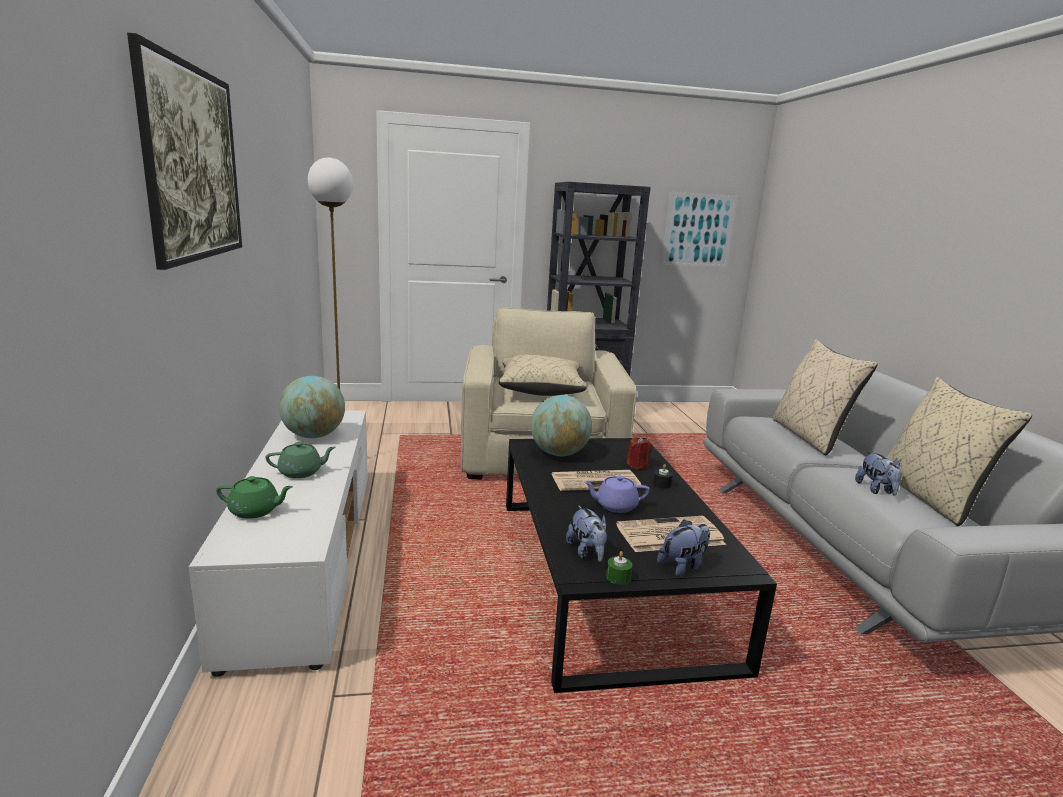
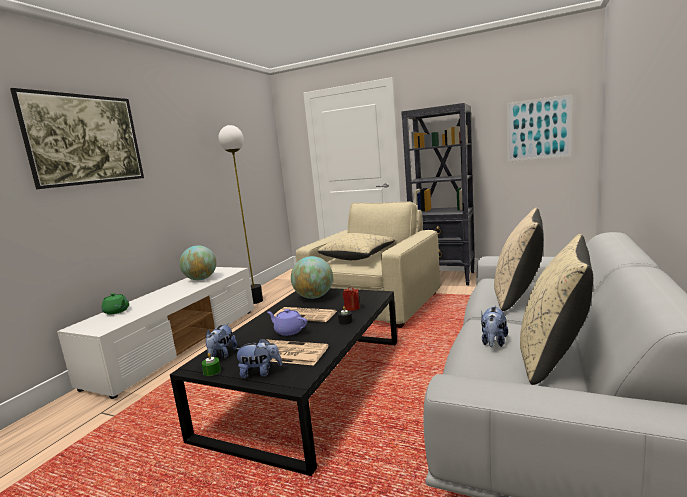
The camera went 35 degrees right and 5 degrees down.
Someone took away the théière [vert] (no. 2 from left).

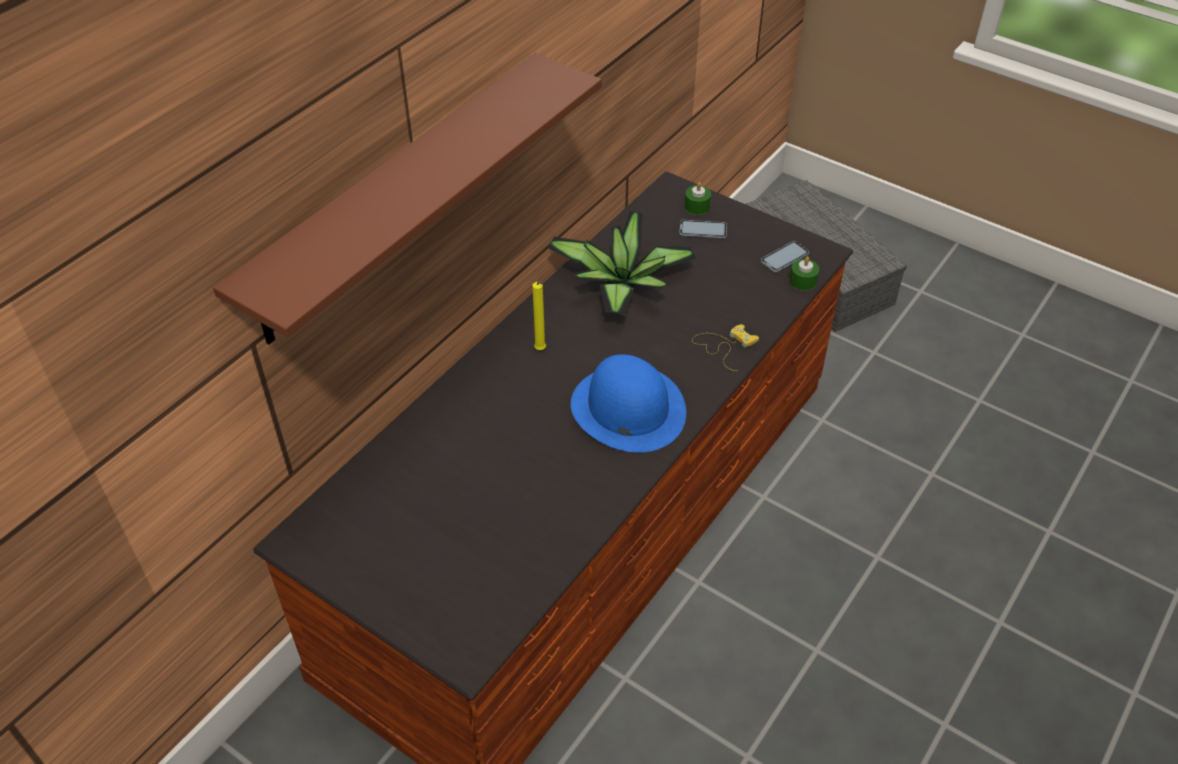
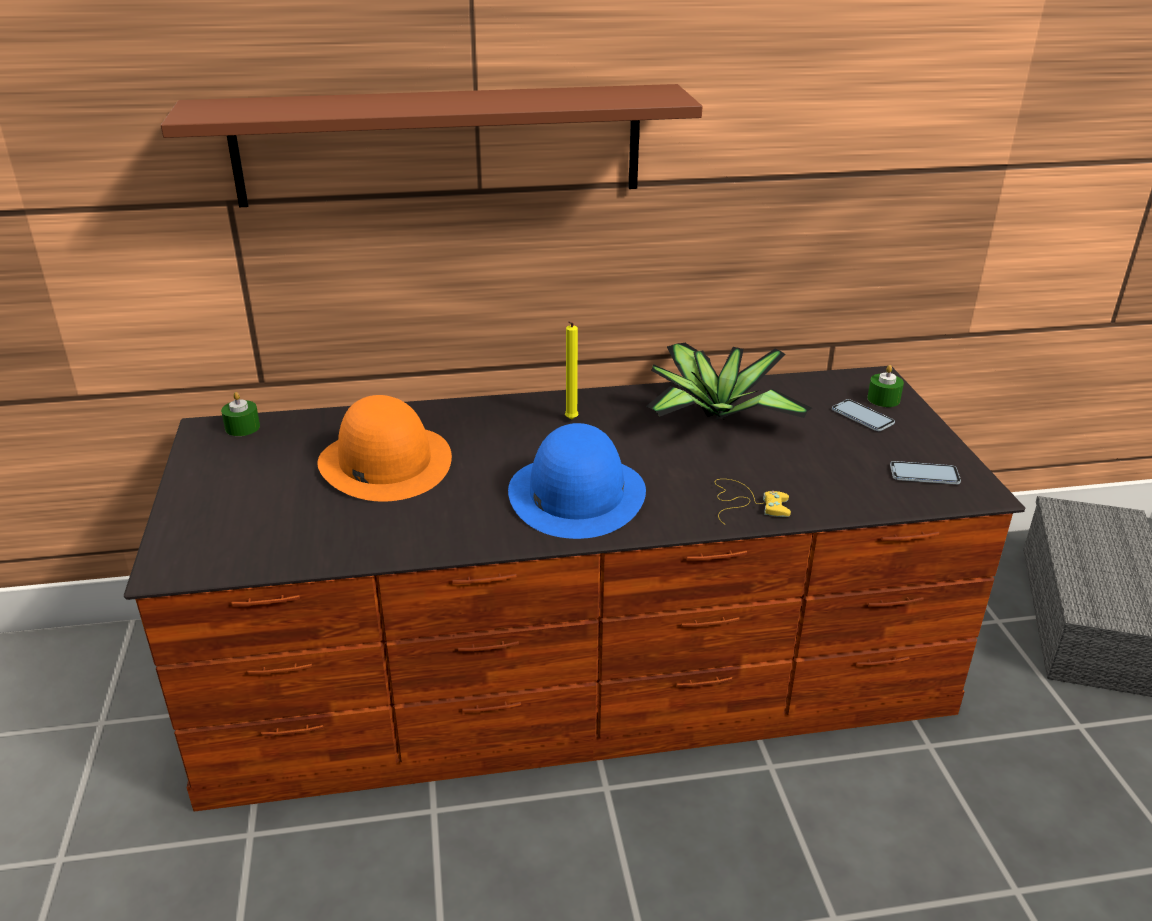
The camera went 45 degrees right and 15 degrees down.
Someone carried the bougie [vert] (no. 2 from left in the first image).
Someone put down the chapeau [orange].

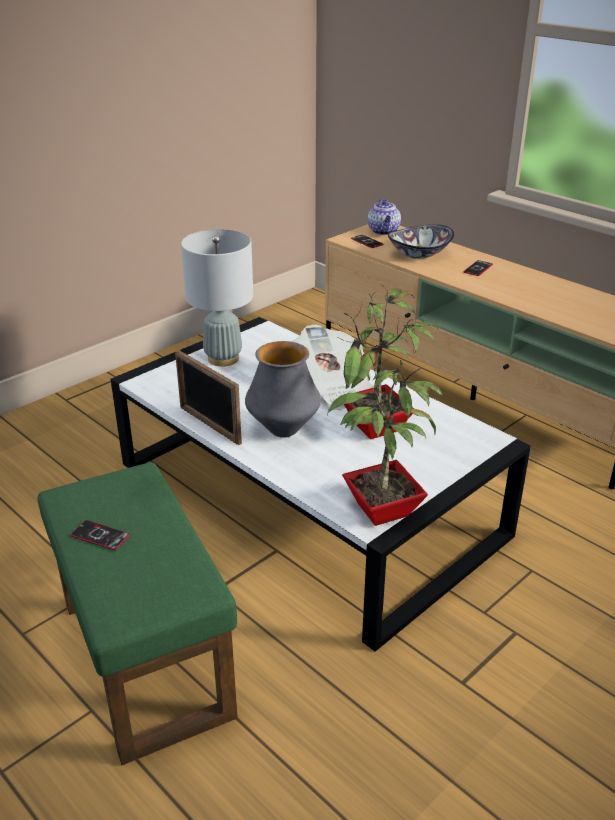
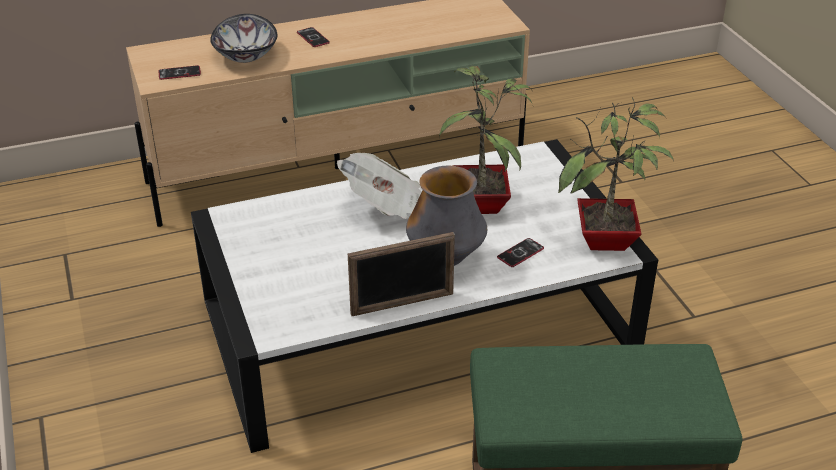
The camera went 65 degrees left and 5 degrees up.
Someone took away the théière.
Someone took away the lampe de table [gris].
Someone carried the téléphone (no. 1 from left in the first image).

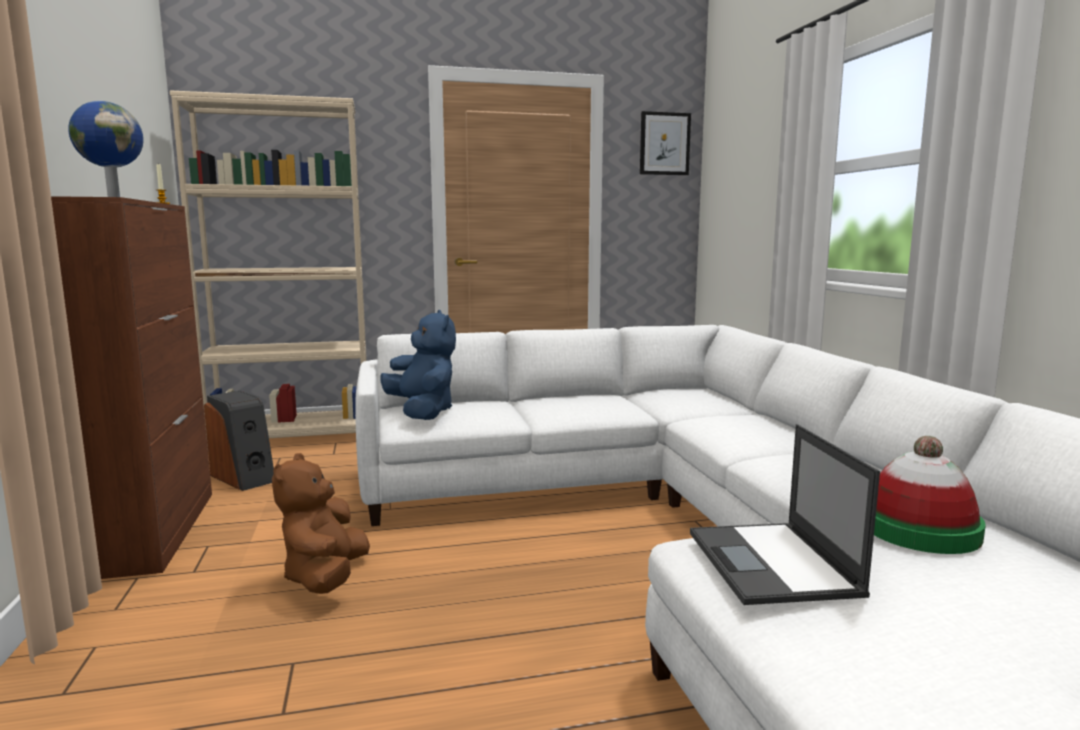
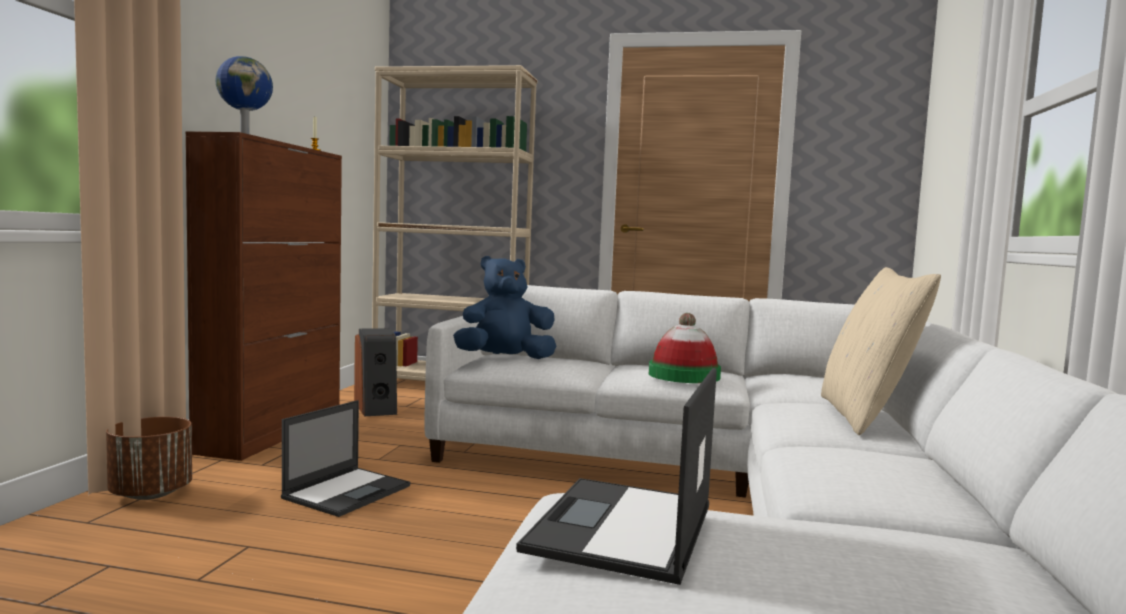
The camera went 25 degrees right and 5 degrees down.
Someone took away the tableau.
Someone rotated the peluche [bleu] by 105 degrees counterclockwise.
Someone carried the chapeau.
Someone swapped the peluche [marron] for the ordinateur portable (no. 1 from left).
Someone put down the coussin [beige].
Someone put down the cache-pot [marron].

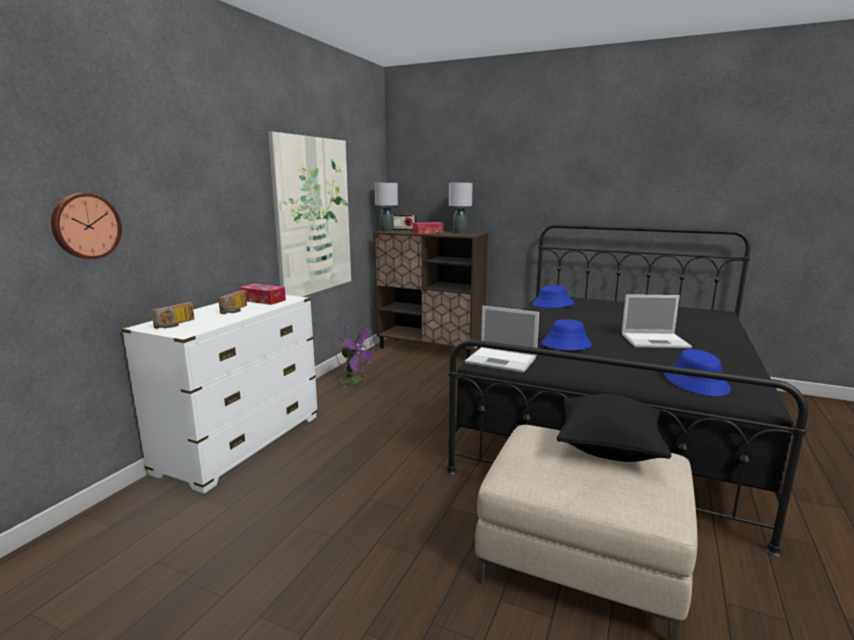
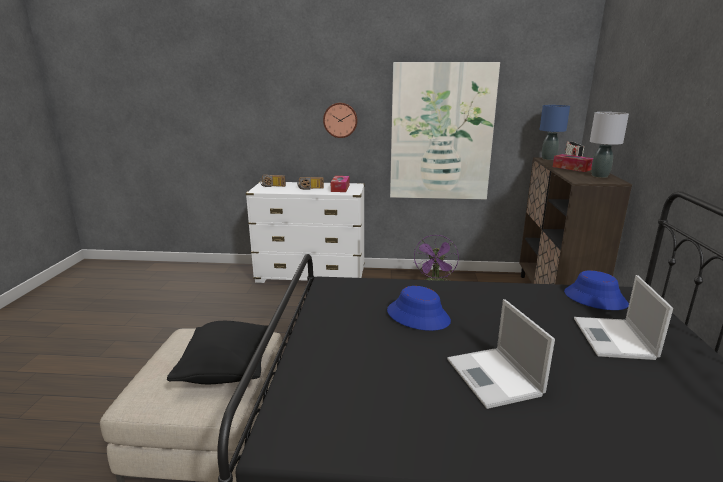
The camera went 70 degrees right and 5 degrees up.
Someone repainted the lampe de table [gris] (no. 1 from left), which became the lampe de table [bleu].
Someone carried the horloge murale.
Someone carried the ordinateur portable (no. 1 from left in the first image).
Someone took away the chapeau [bleu] (no. 3 from left).

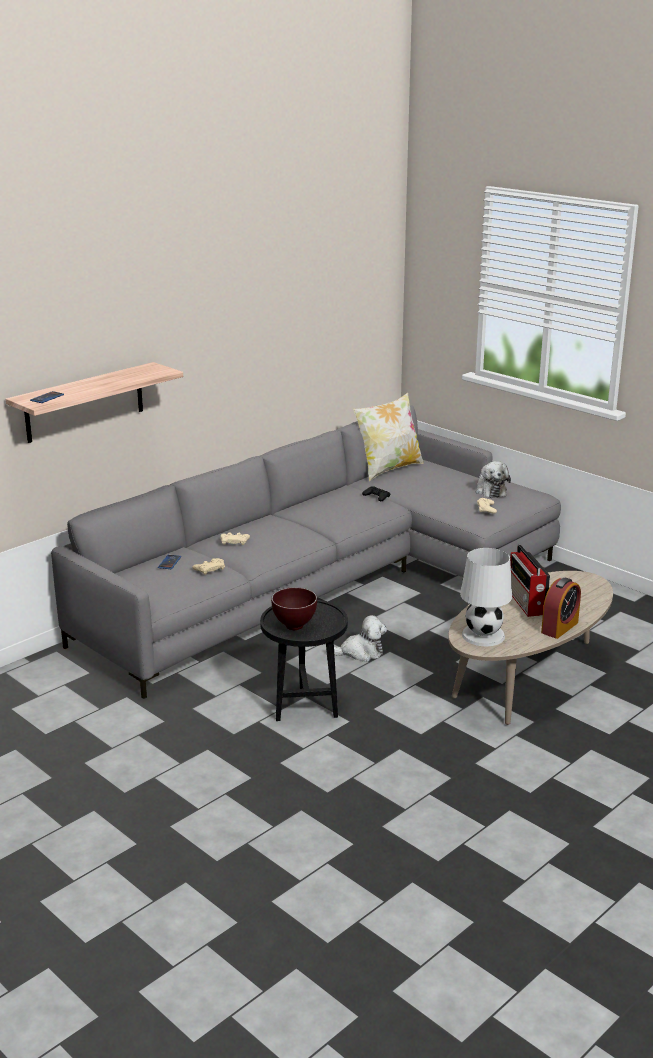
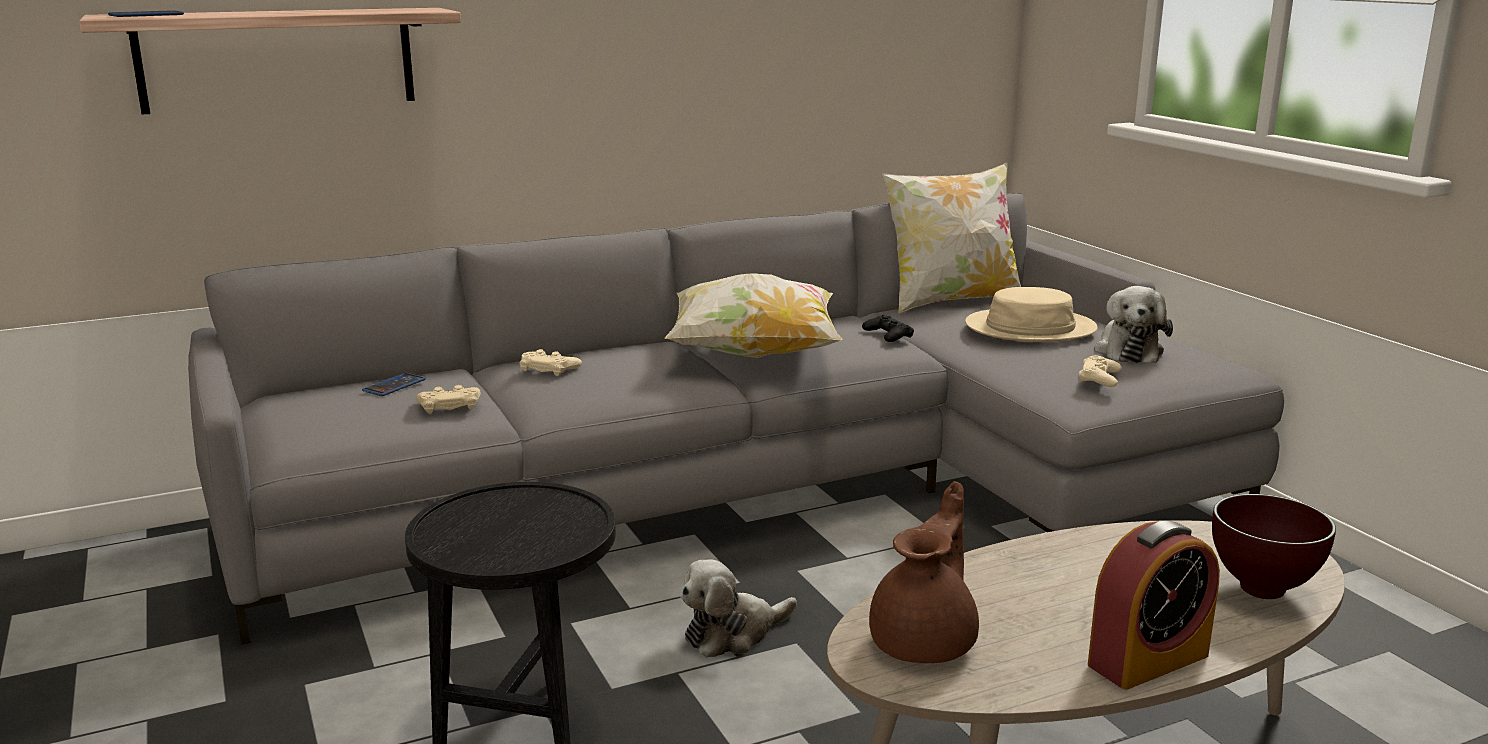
The camera went 20 degrees right and 5 degrees down.
Someone took away the radio.
Someone swapped the lampe de table [blanc] for the théière [marron].
Someone carried the bol [marron].
Someone rotated the peluche (no. 1 from left) by 135 degrees clockwise.
Someone put down the coussin (no. 1 from left).
Someone put down the chapeau [beige].

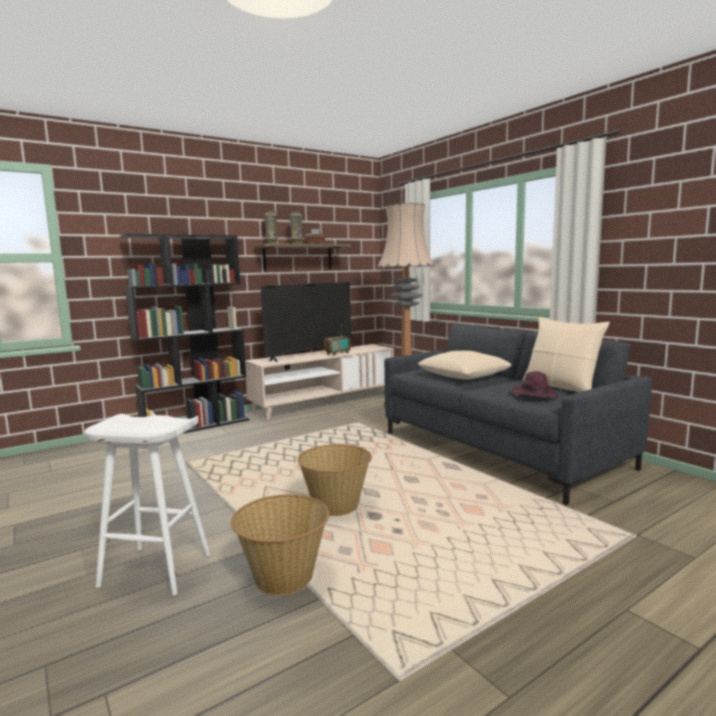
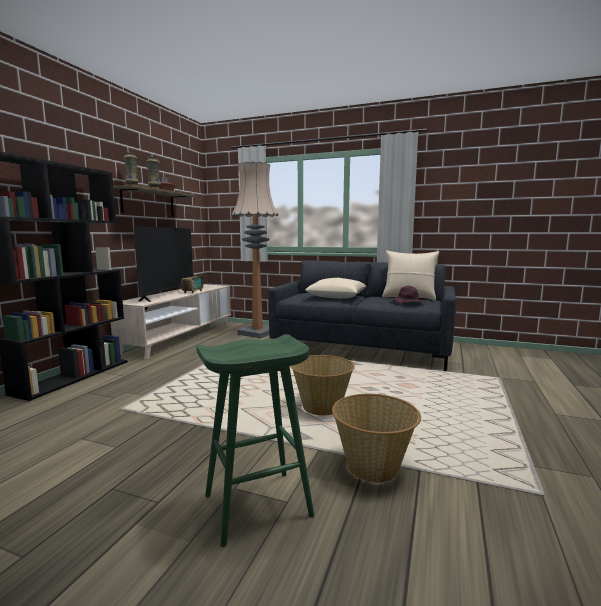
The camera went 35 degrees left and 0 degrees up.
Someone repainted the tabouret [blanc], which became the tabouret [vert].

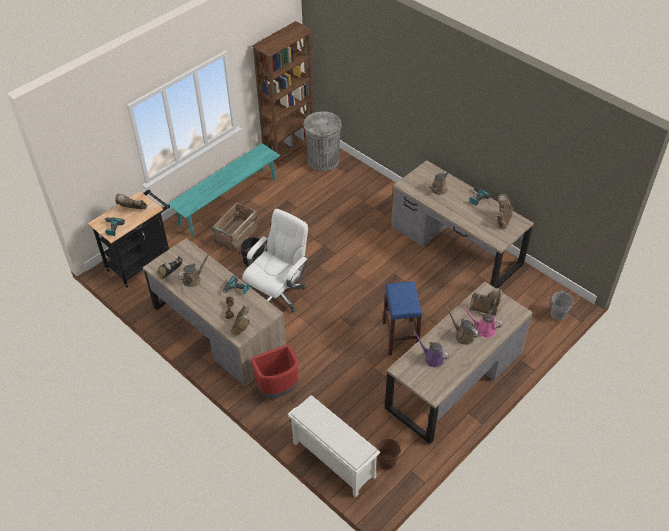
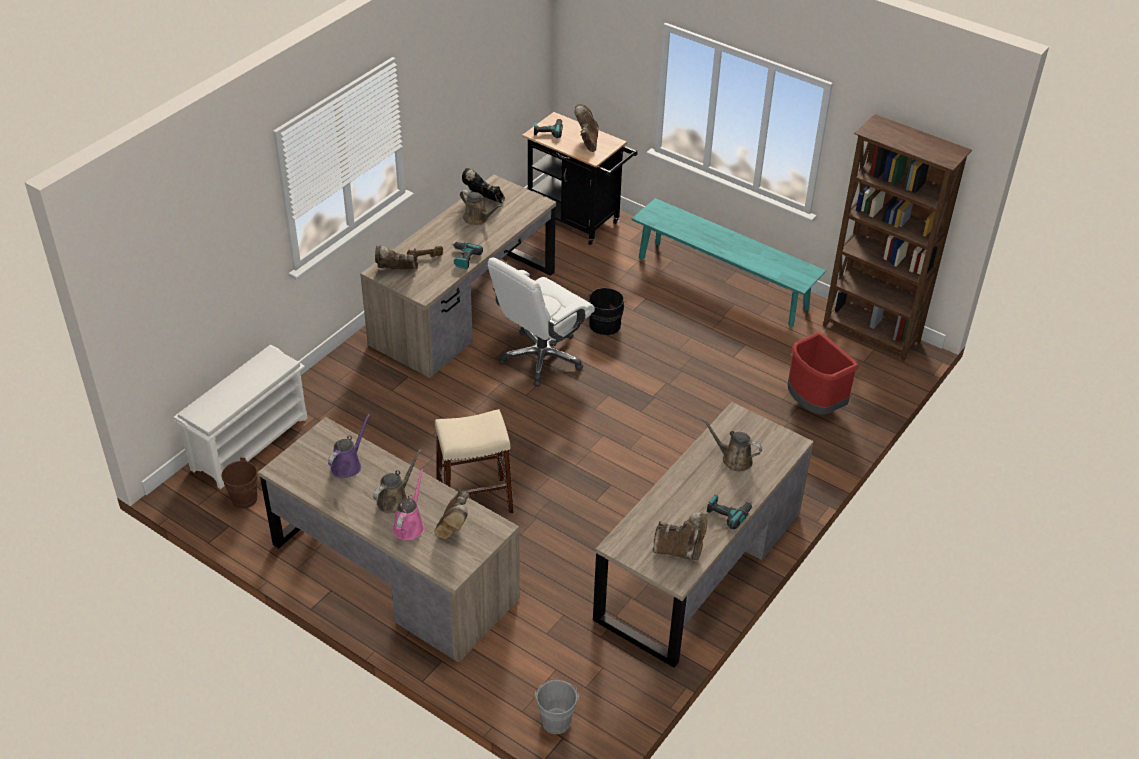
The camera went 80 degrees right and 5 degrees down.
Someone took away the poubelle [gris].
Someone took away the caisse.
Someone rotated the chaise de bureau [blanc] by 105 degrees clockwise.
Someone repainted the tabouret [bleu], which became the tabouret [beige].
Someone carried the poubelle [rouge].

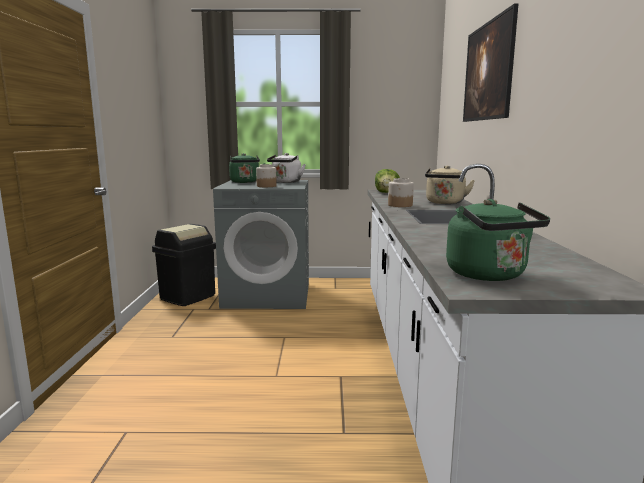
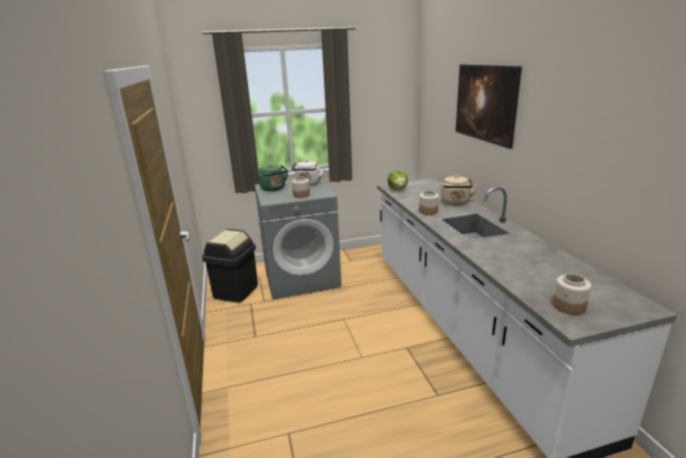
The camera went 15 degrees left and 10 degrees up.
Someone swapped the bouilloire [vert] (no. 2 from left) for the bocal (no. 3 from left).

